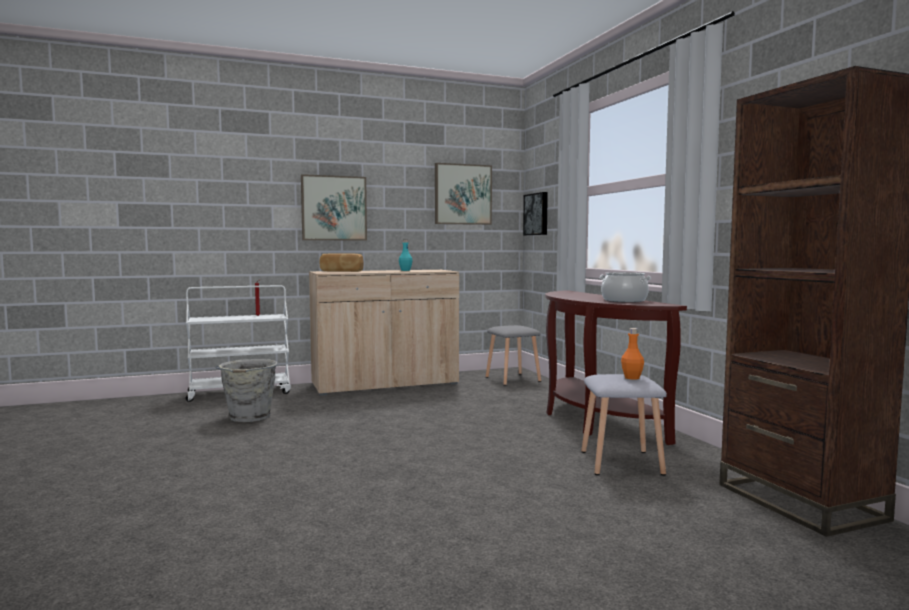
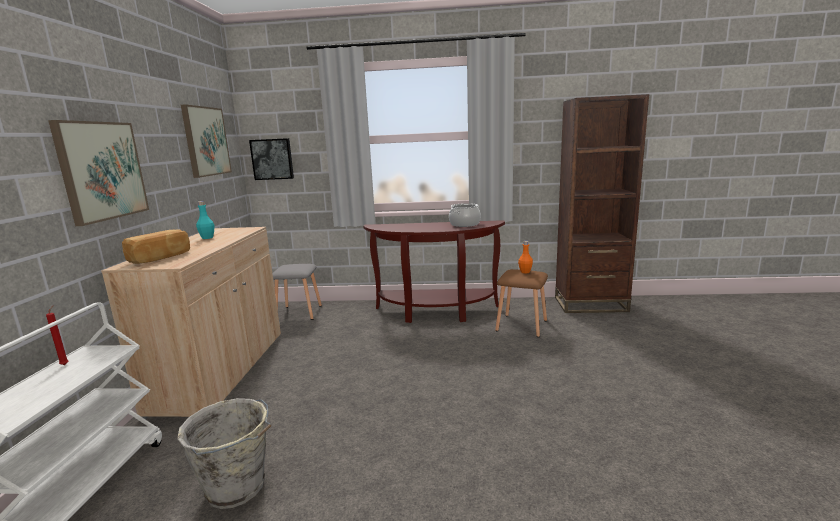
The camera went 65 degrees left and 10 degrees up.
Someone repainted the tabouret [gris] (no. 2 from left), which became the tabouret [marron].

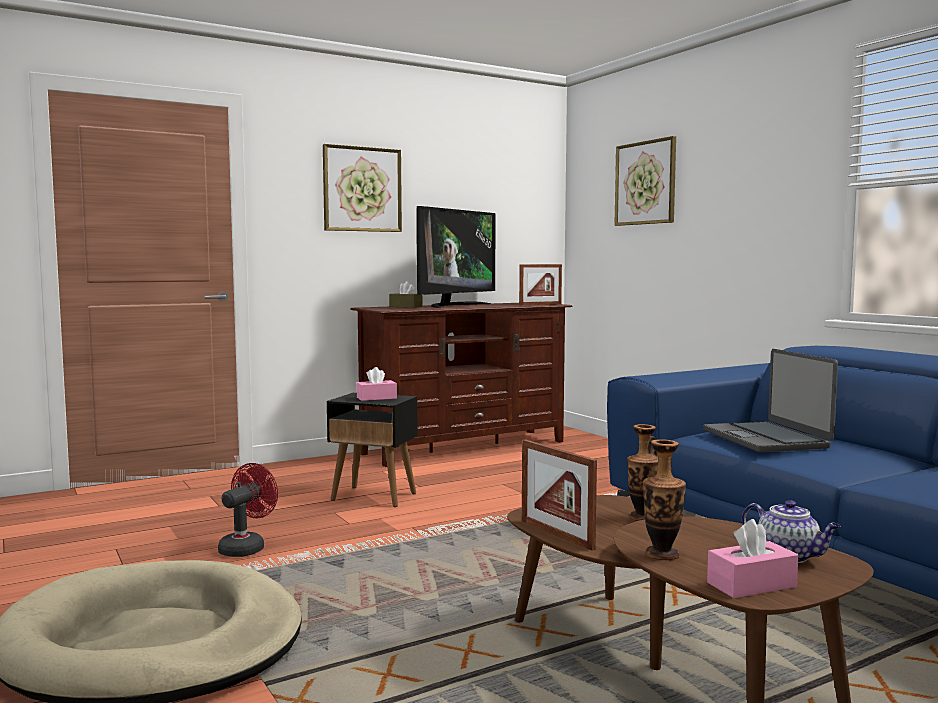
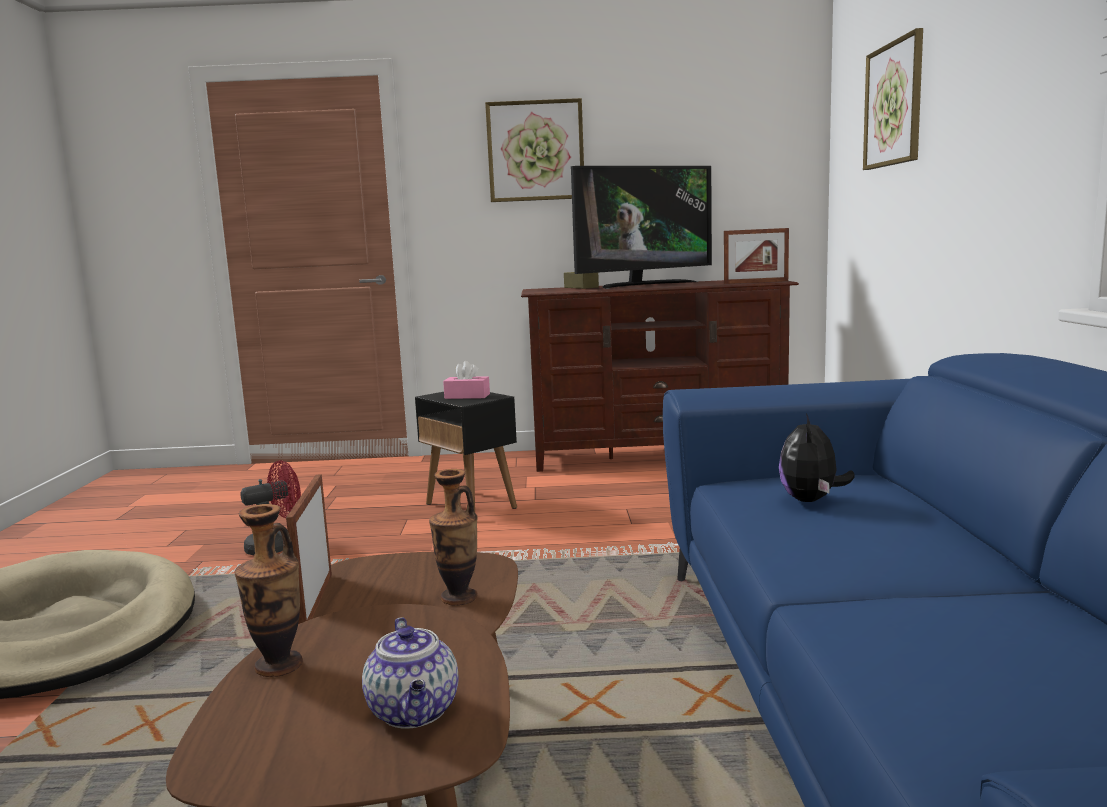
The camera went 30 degrees right and 5 degrees up.
Someone swapped the ordinateur portable for the peluche.
Someone took away the boîte à mouchoirs [rose] (no. 2 from left).

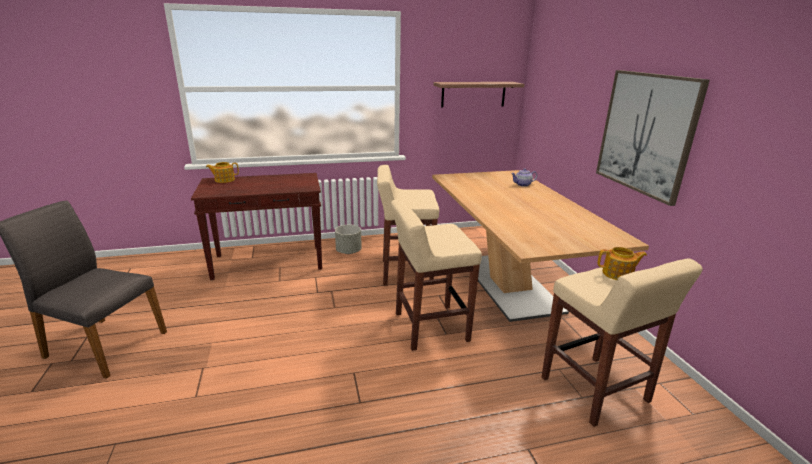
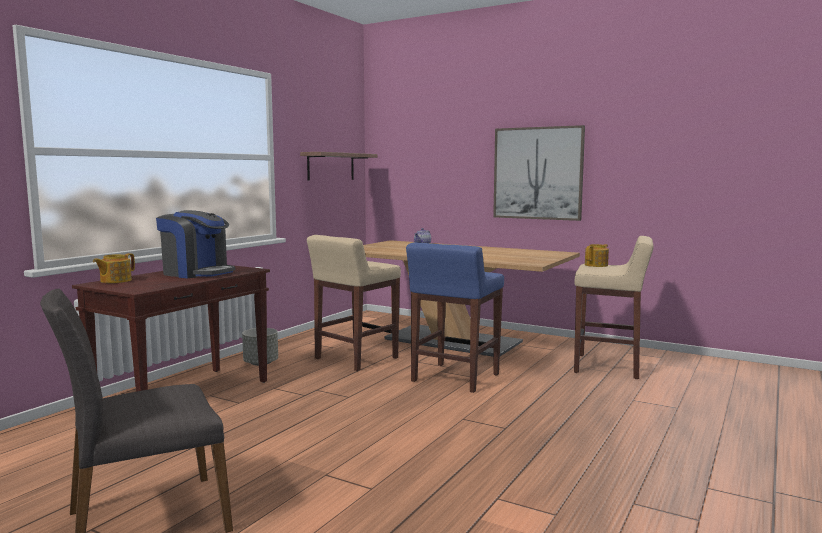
The camera went 45 degrees left and 15 degrees down.
Someone repainted the tabouret [beige] (no. 2 from left), which became the tabouret [bleu].
Someone put down the machine à café.

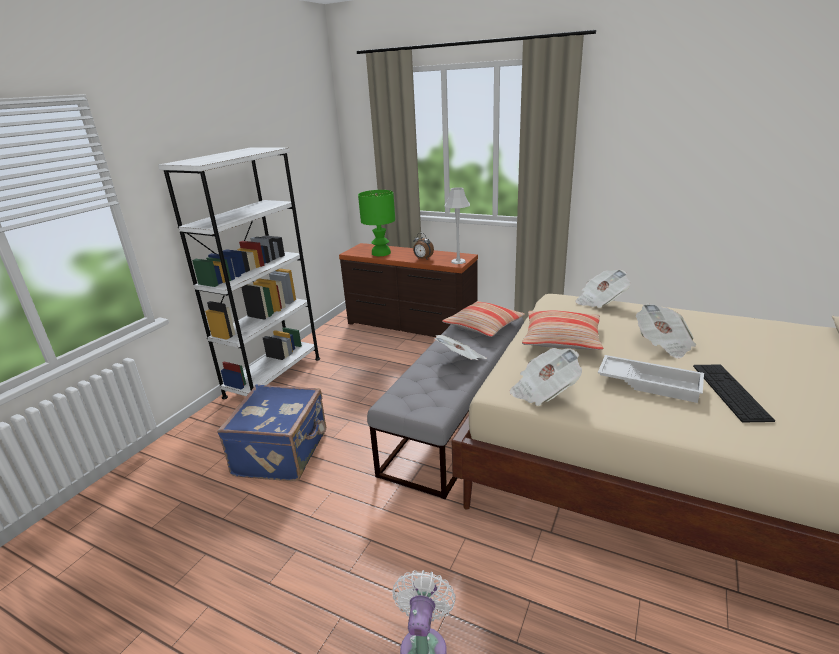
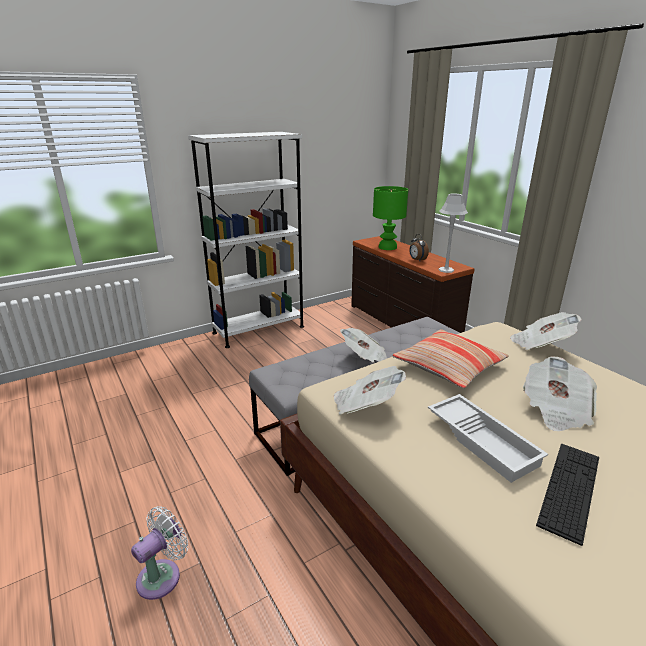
The camera went 30 degrees right and 0 degrees up.
Someone took away the coussin (no. 1 from left).
Someone took away the valise [bleu].

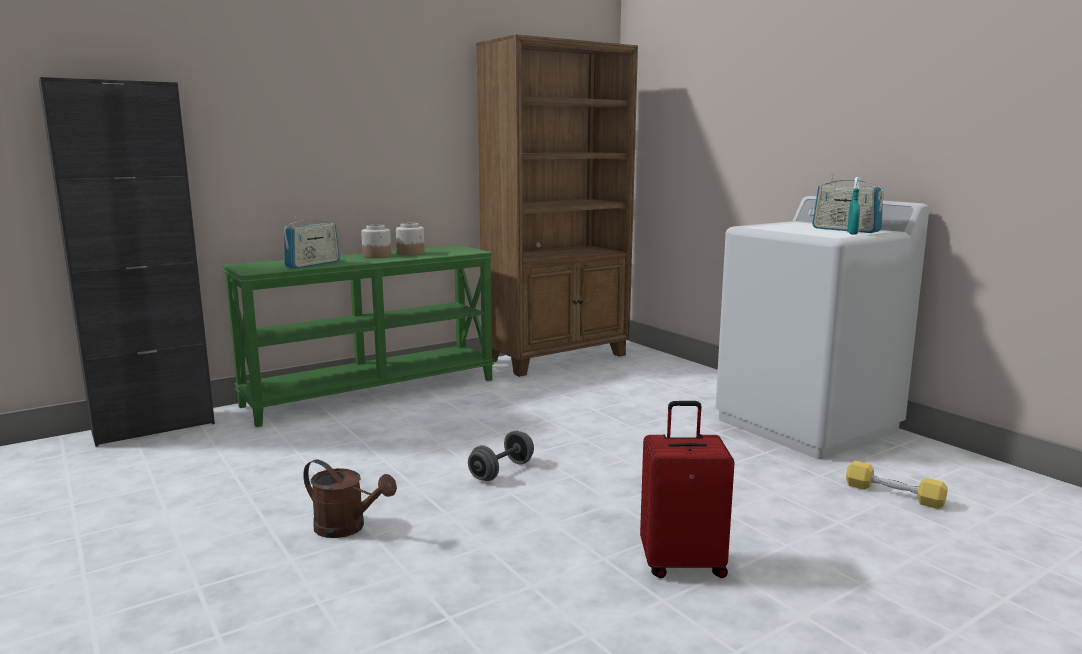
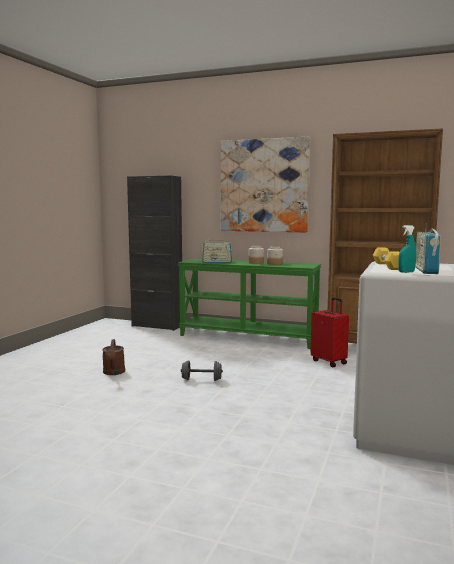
The camera went 55 degrees right and 5 degrees down.
Someone carried the valise [rouge].
Someone carried the haltère [jaune].
Someone put up the tableau.

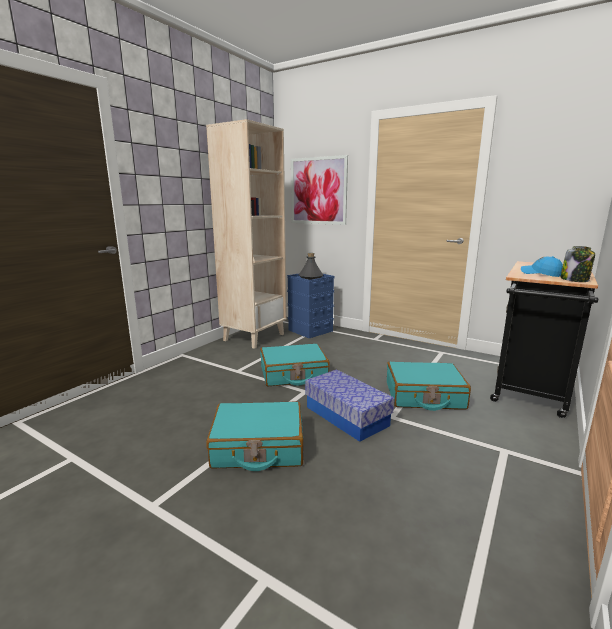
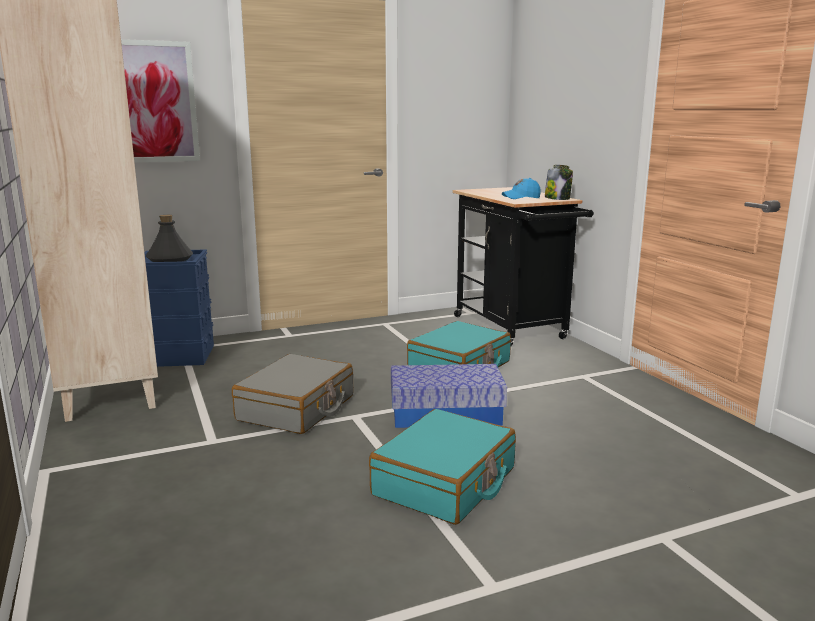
The camera went 55 degrees left and 0 degrees up.
Someone repainted the valise [turquoise] (no. 2 from left), which became the valise [gris].

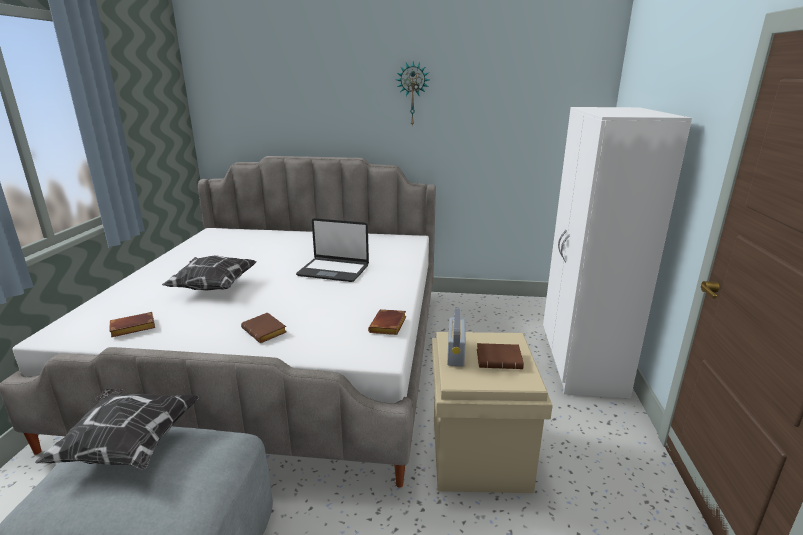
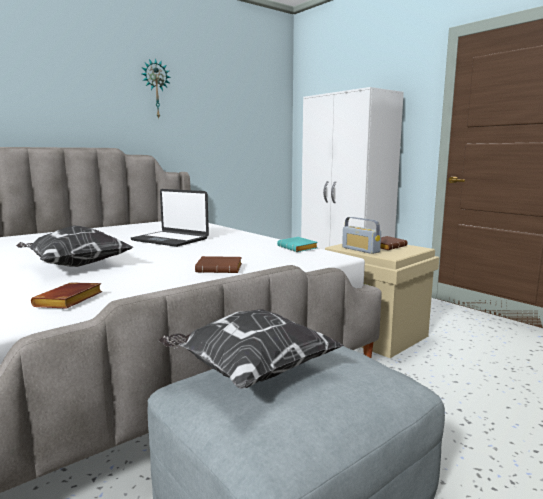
The camera went 45 degrees left and 10 degrees down.
Someone rotated the ordinateur portable by 60 degrees clockwise.
Someone repainted the livre [marron] (no. 3 from left), which became the livre [turquoise].

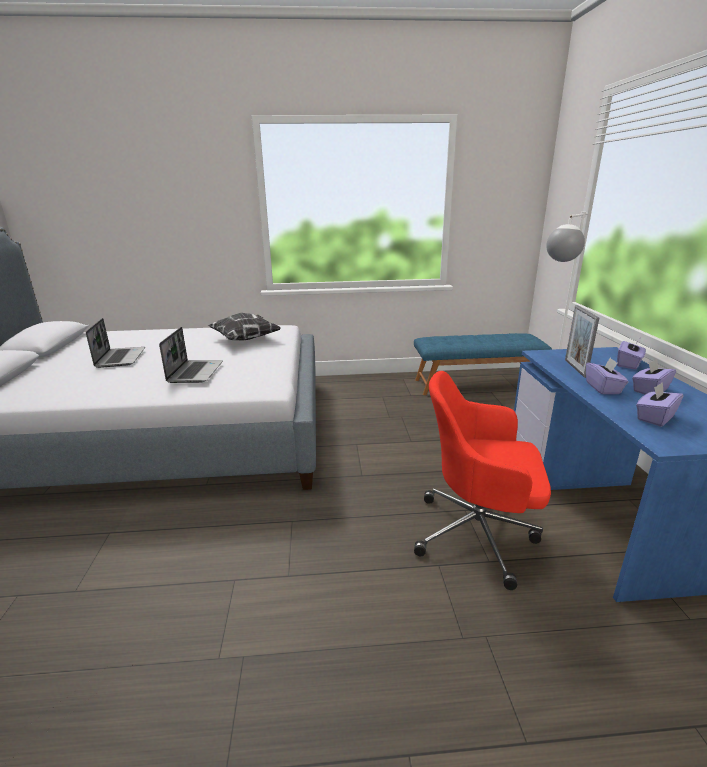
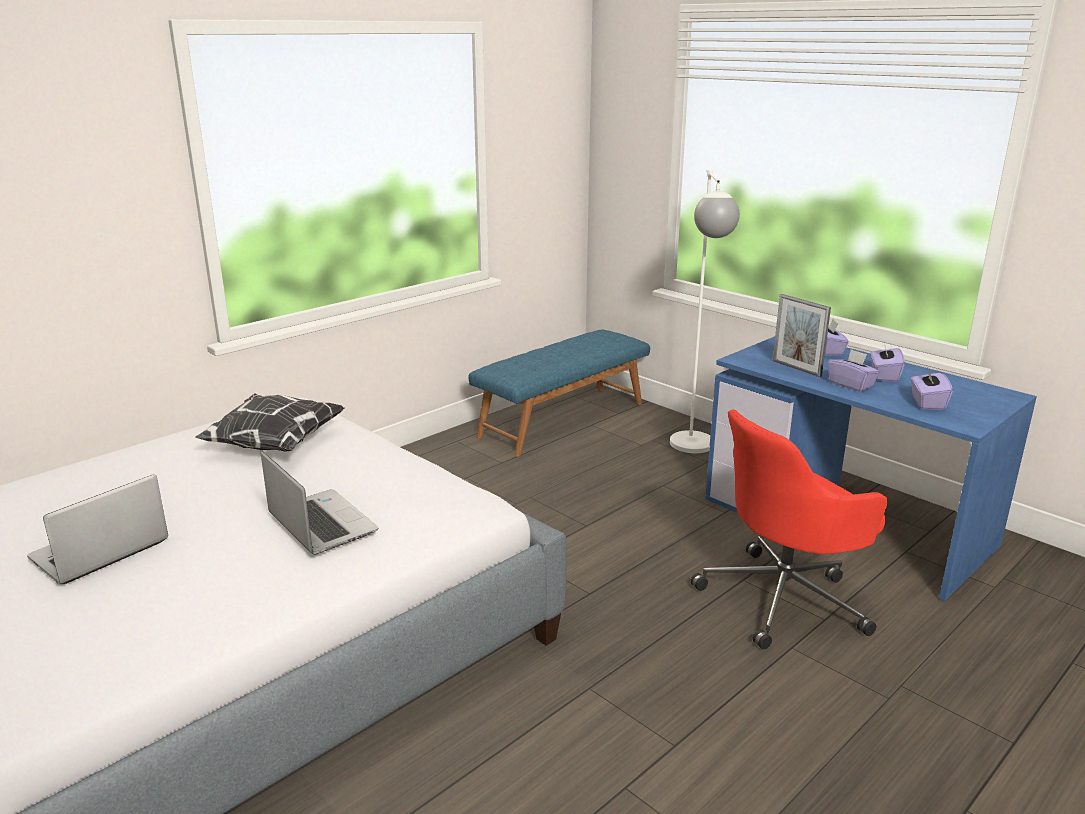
The camera went 40 degrees left and 0 degrees up.
Someone rotated the ordinateur portable (no. 1 from left) by 90 degrees counterclockwise.

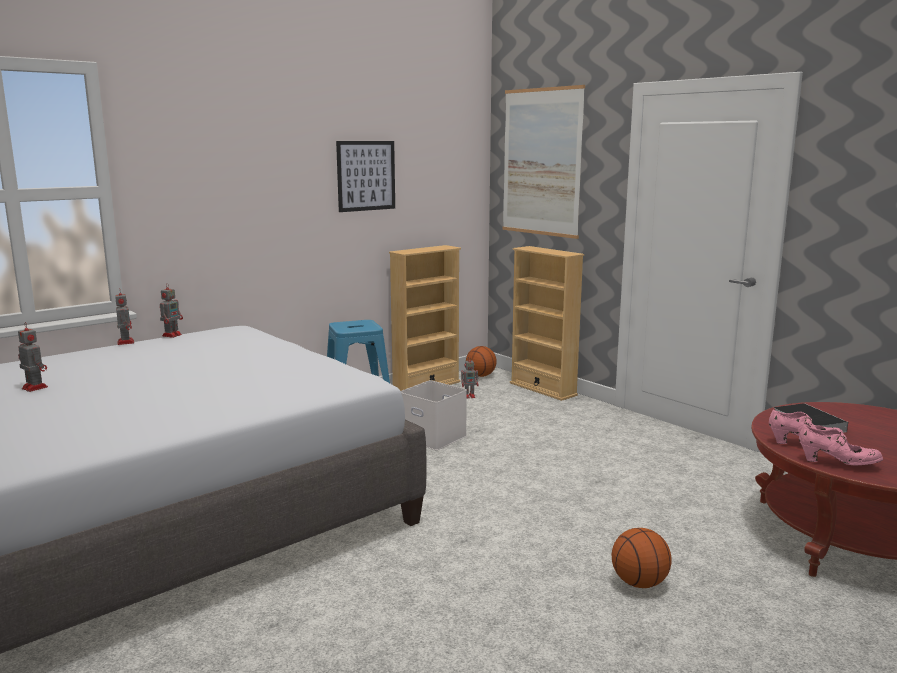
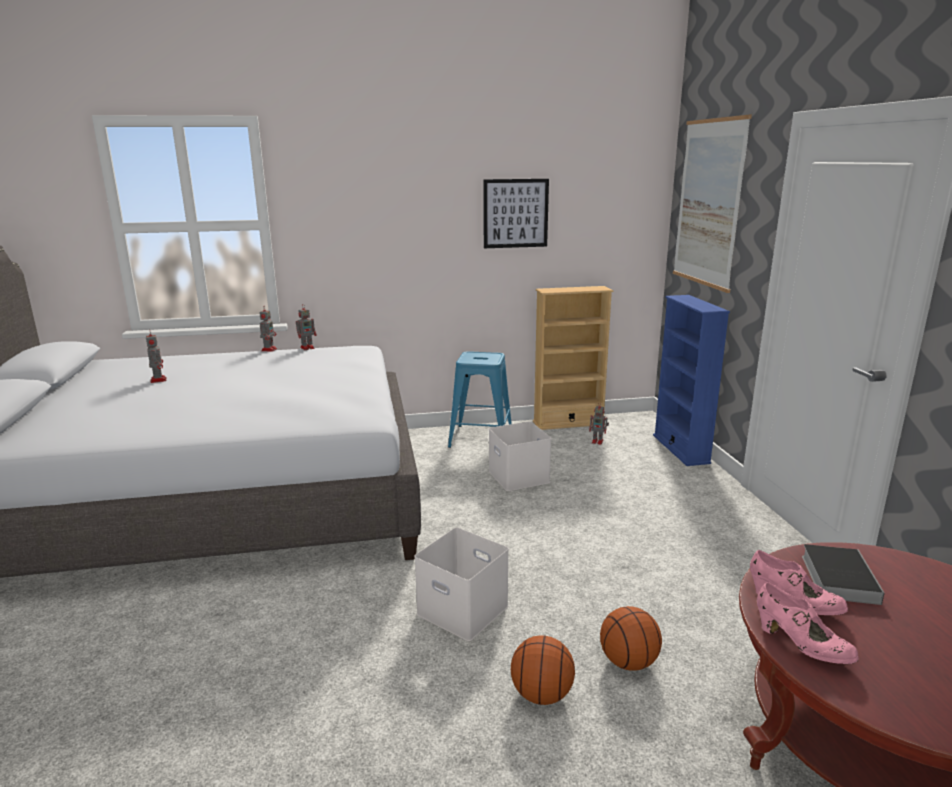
The camera went 30 degrees right and 5 degrees up.
Someone repainted the bibliothèque [beige] (no. 2 from left), which became the bibliothèque [bleu].
Someone carried the ballon de basket (no. 1 from left in the first image).
Someone put down the boîte de rangement [blanc] (no. 1 from left).

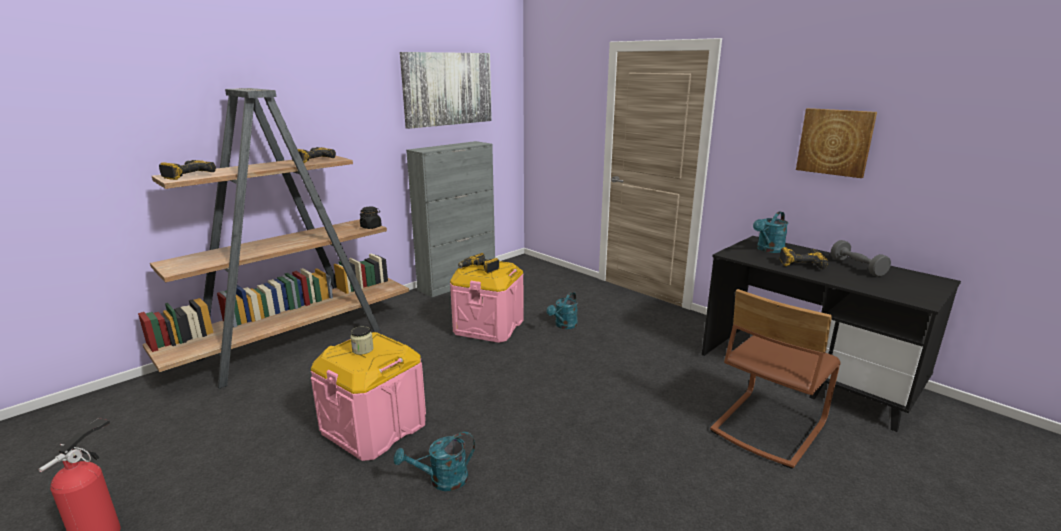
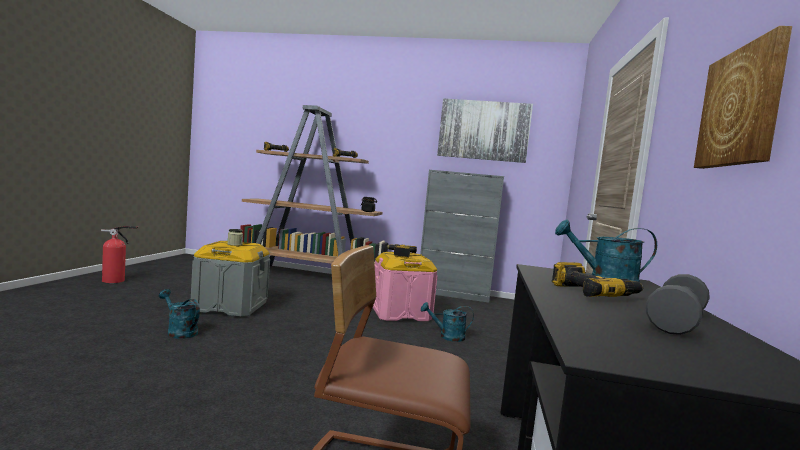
The camera went 55 degrees right and 15 degrees down.
Someone repainted the boîte de rangement [rose] (no. 1 from left), which became the boîte de rangement [gris].

